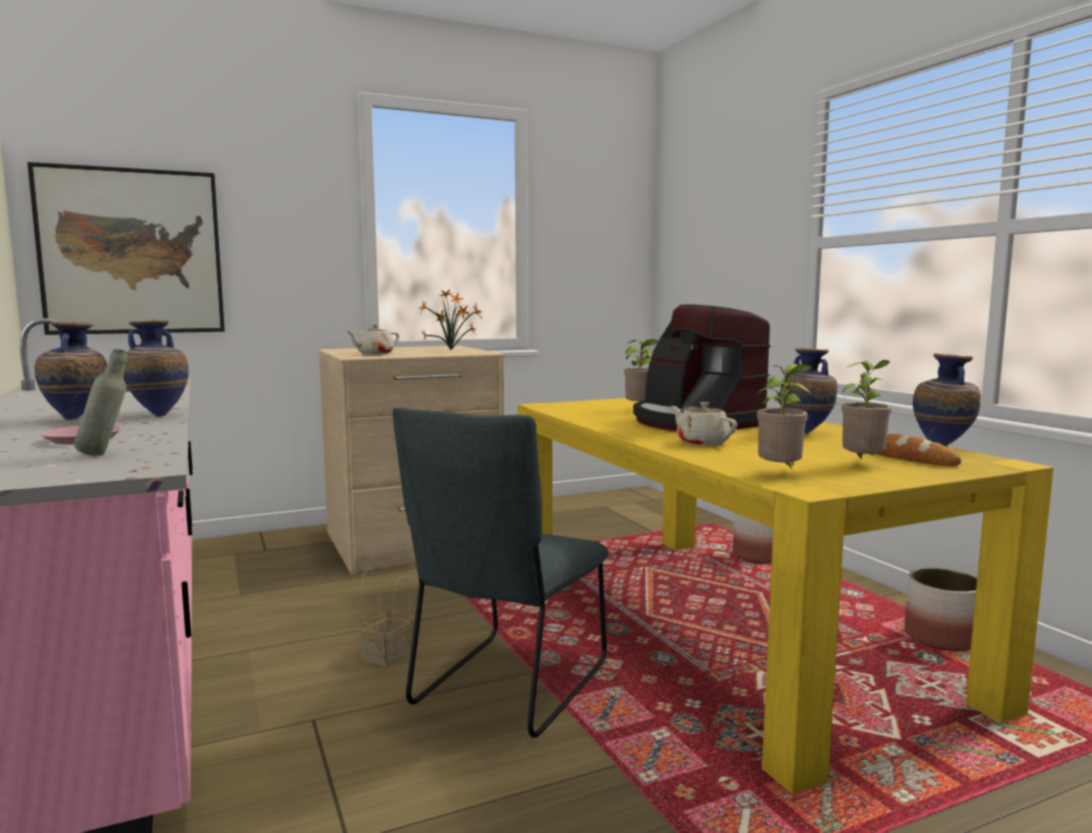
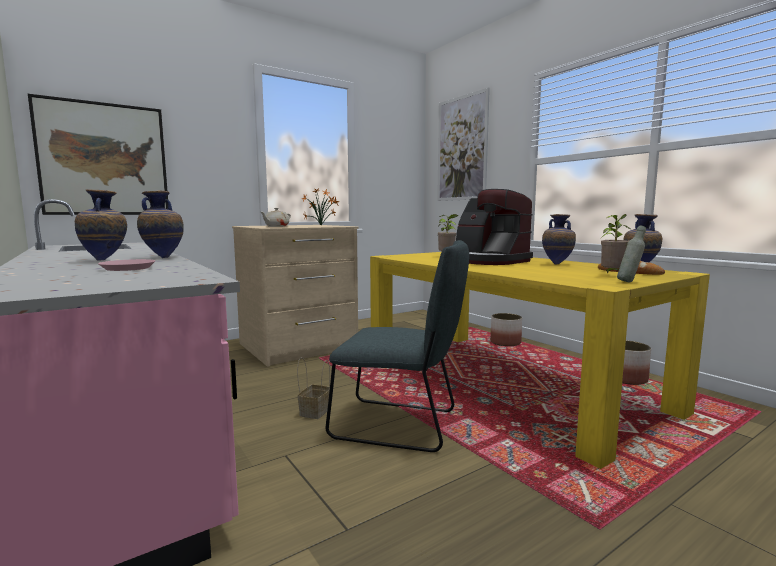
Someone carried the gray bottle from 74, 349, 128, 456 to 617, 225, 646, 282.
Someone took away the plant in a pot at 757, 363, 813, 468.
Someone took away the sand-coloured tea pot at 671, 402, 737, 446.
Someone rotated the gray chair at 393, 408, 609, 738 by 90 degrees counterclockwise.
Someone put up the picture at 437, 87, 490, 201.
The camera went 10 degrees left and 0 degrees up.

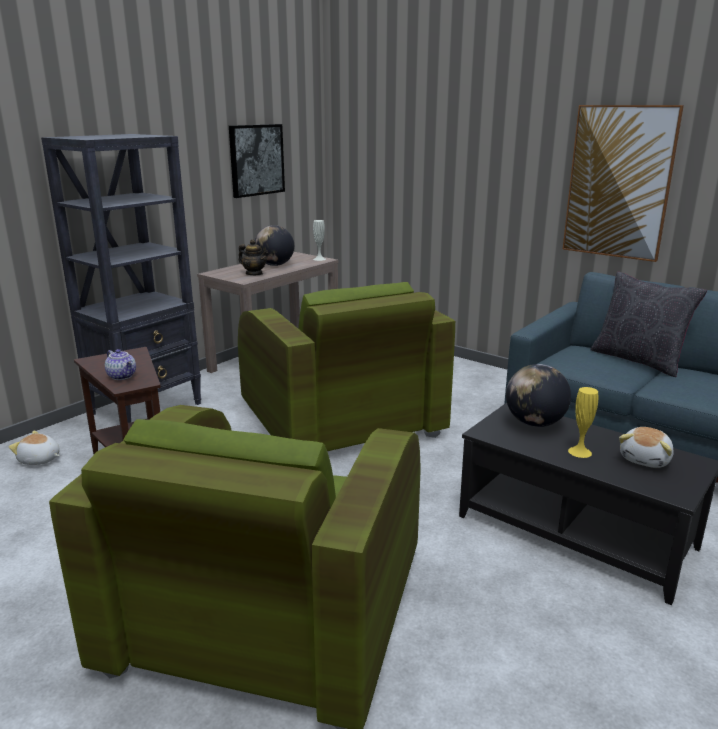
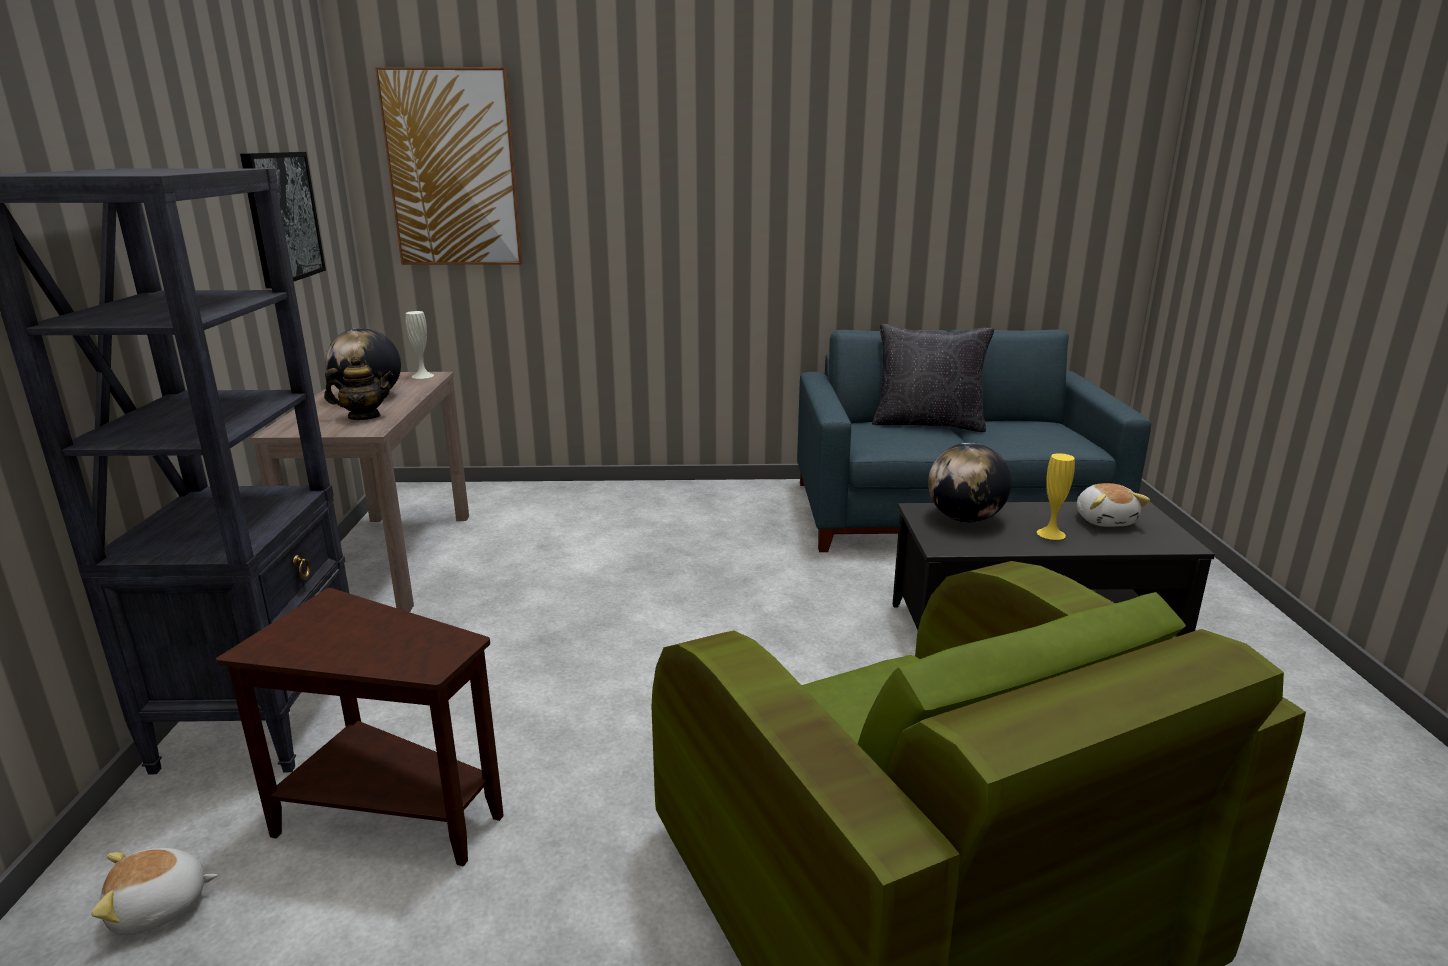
Someone carried the picture from 563, 105, 684, 262 to 375, 67, 522, 265.
Someone took away the green-coloured lounge chair at 238, 282, 455, 451.
Someone took away the tea pot at 105, 349, 136, 380.
The camera went 40 degrees left and 0 degrees up.

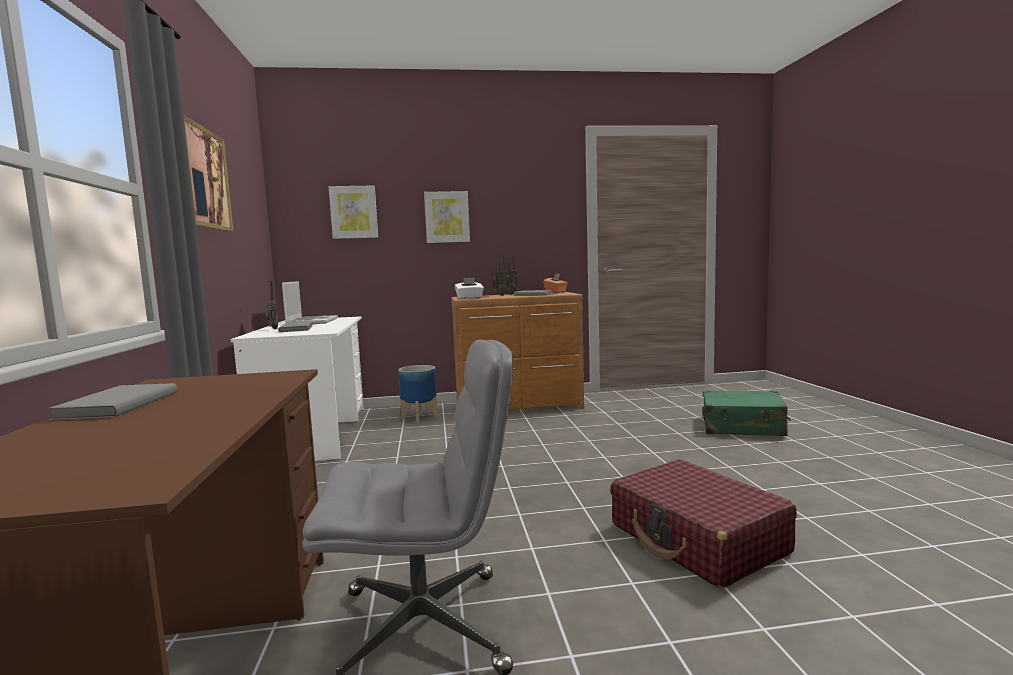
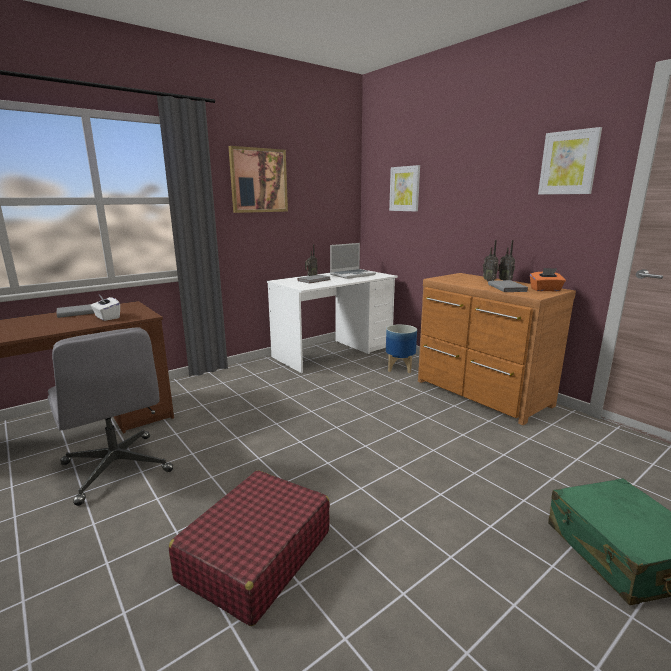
Someone carried the picture from 424, 191, 470, 243 to 538, 127, 602, 195.
Someone carried the white box of tissues from 455, 277, 484, 299 to 91, 295, 120, 321.
The camera went 60 degrees right and 10 degrees up.

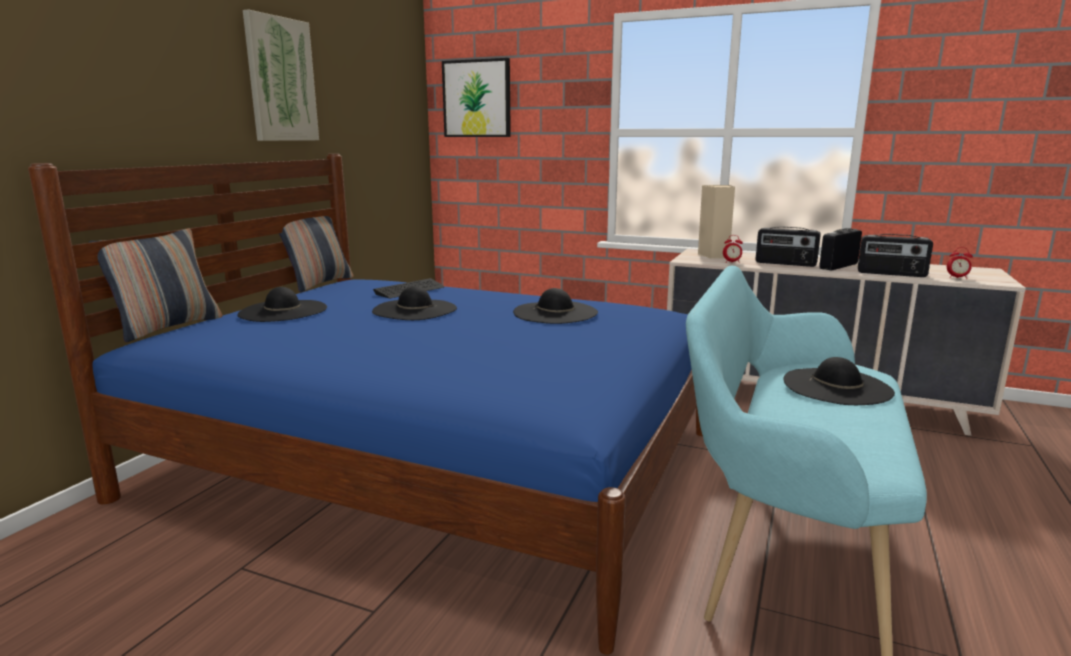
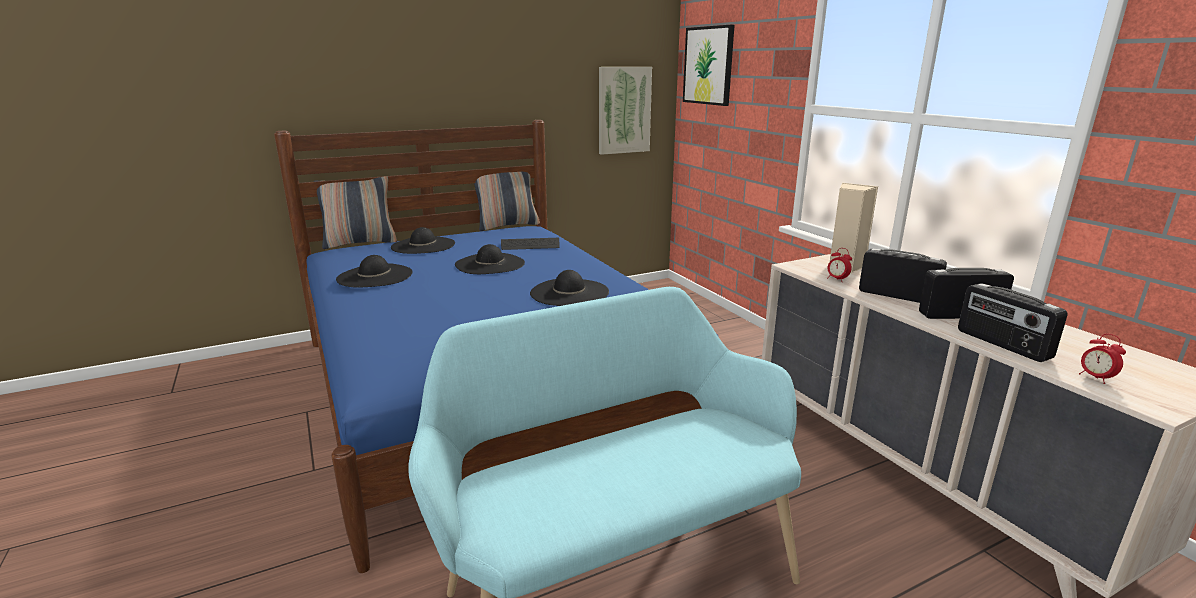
Someone carried the picture from 243, 9, 319, 141 to 599, 67, 652, 155.
Someone rotated the radio set at 756, 227, 821, 267 by 150 degrees clockwise.
Someone carried the black clothing hat from 783, 357, 895, 405 to 336, 255, 413, 288.
The camera went 40 degrees right and 5 degrees up.

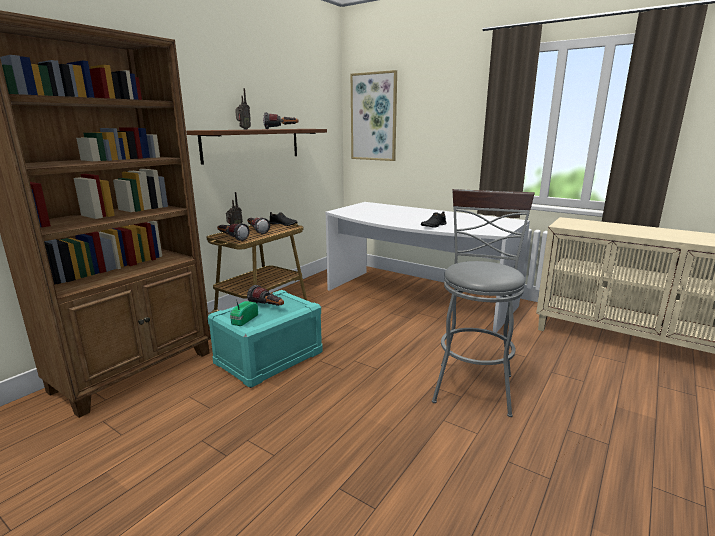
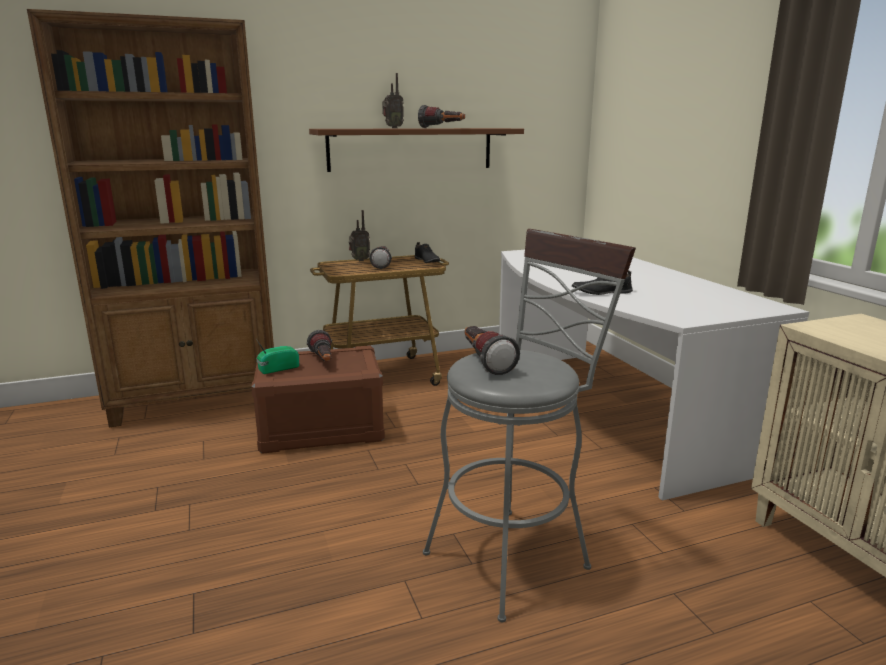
Someone took away the picture at 351, 70, 397, 161.
Someone carried the torch from 217, 223, 250, 241 to 465, 326, 520, 375.
Someone repainted the blue-green storage container at 208, 290, 323, 388, which became the brown-coloured storage container at 251, 346, 385, 454.
The camera went 35 degrees right and 0 degrees up.

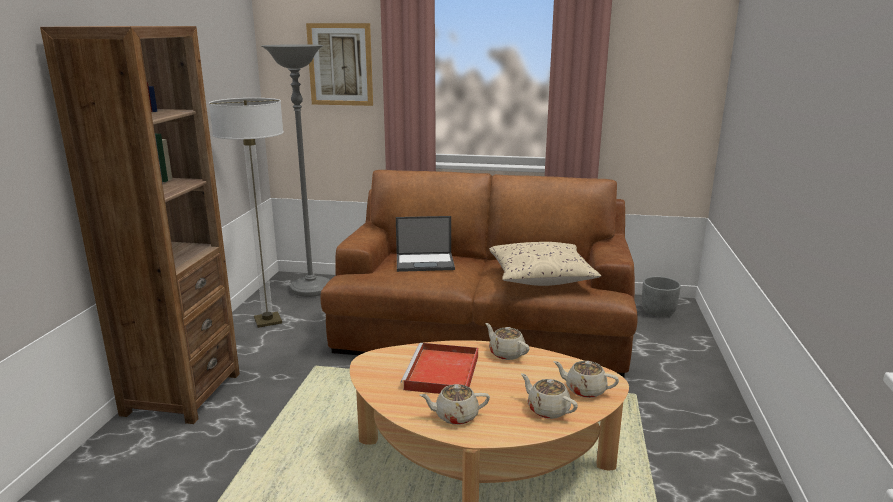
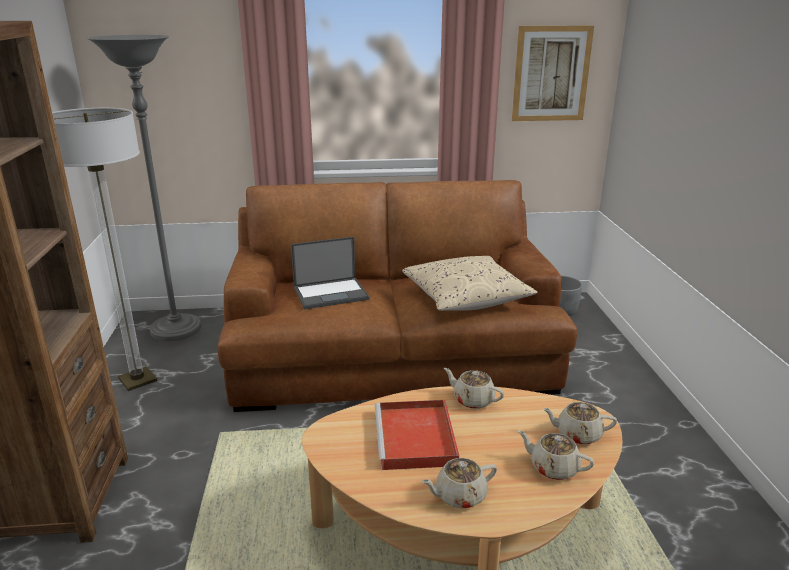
Someone carried the picture from 306, 23, 373, 106 to 512, 26, 594, 121.
The camera went 15 degrees left and 5 degrees up.

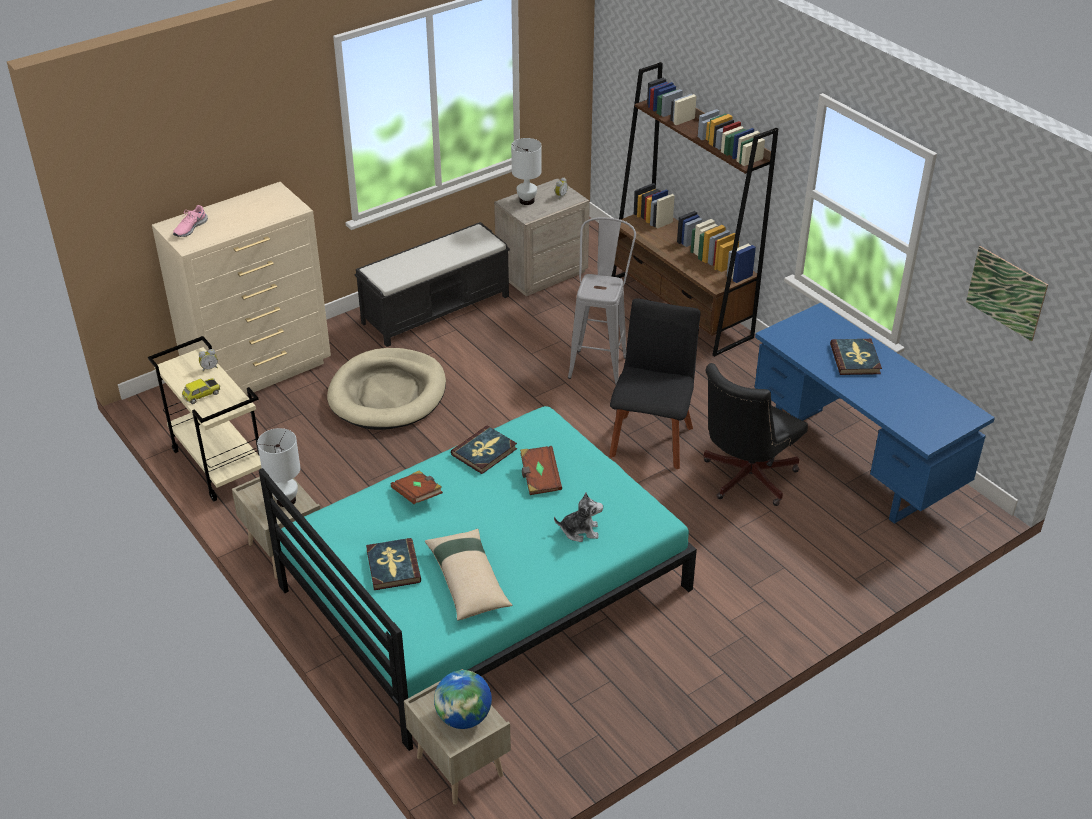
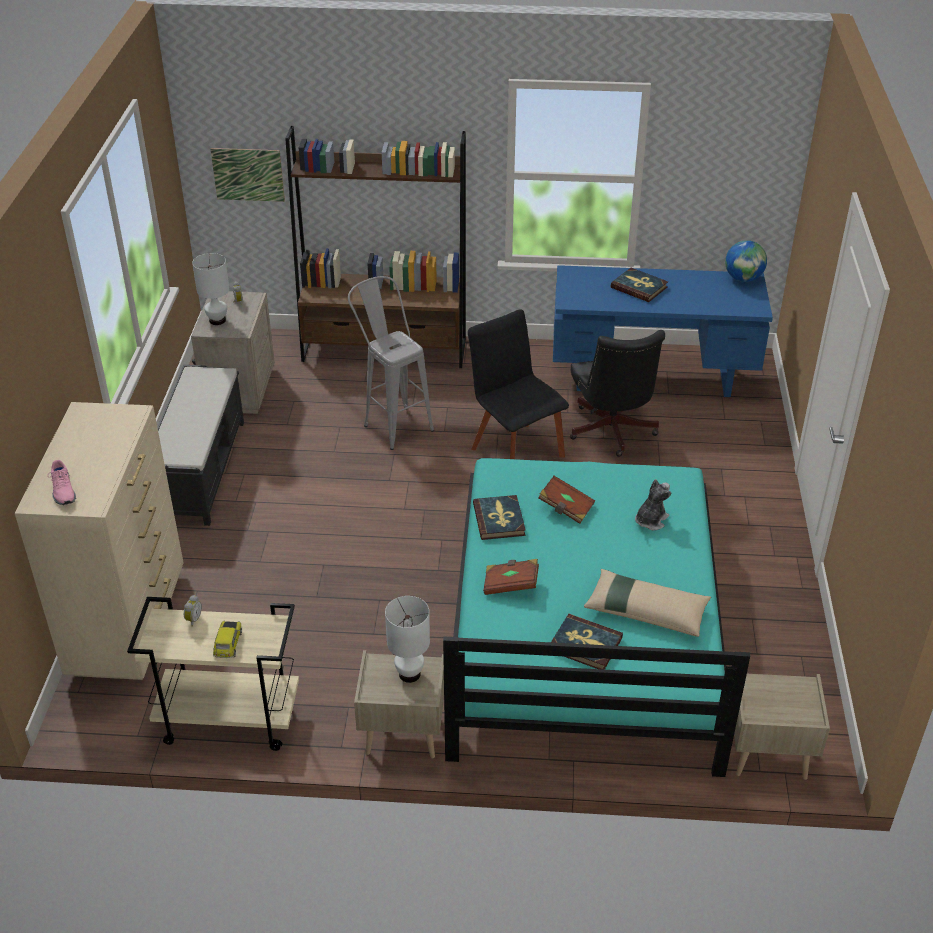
Someone carried the picture from 966, 246, 1048, 341 to 210, 148, 285, 202.
Someone took away the sand-coloured dog cushion at 327, 348, 446, 430.
Someone carried the world globe from 434, 670, 492, 729 to 725, 240, 767, 282.
The camera went 50 degrees left and 0 degrees up.

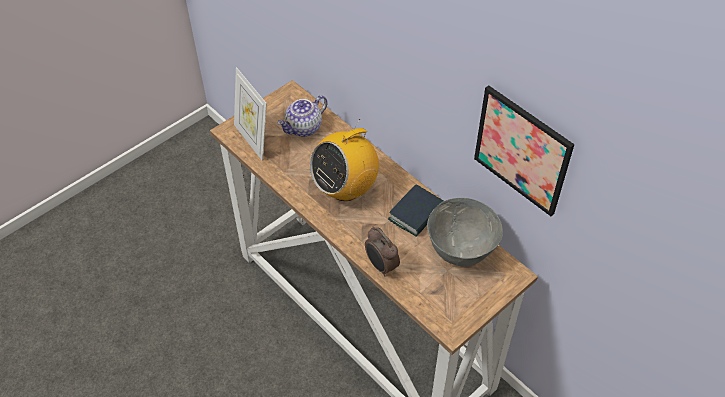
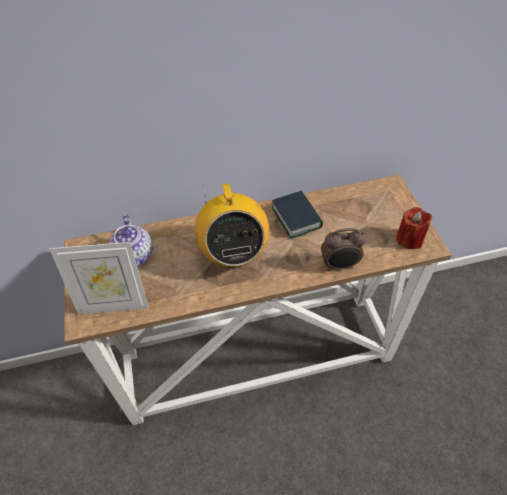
Someone took away the picture at 474, 85, 574, 216.
Someone took away the gray bowl at 427, 198, 503, 266.
Someone put down the reddish wax light at 396, 207, 432, 249.
The camera went 60 degrees left and 0 degrees up.

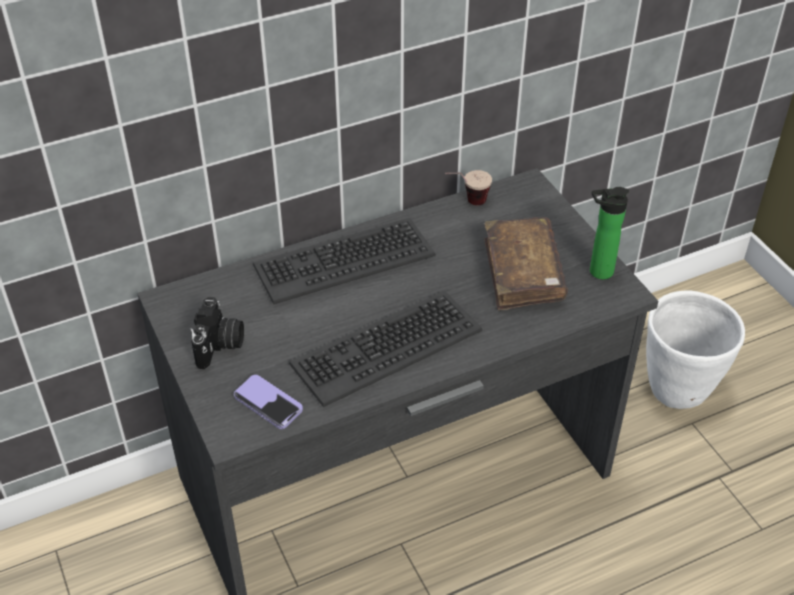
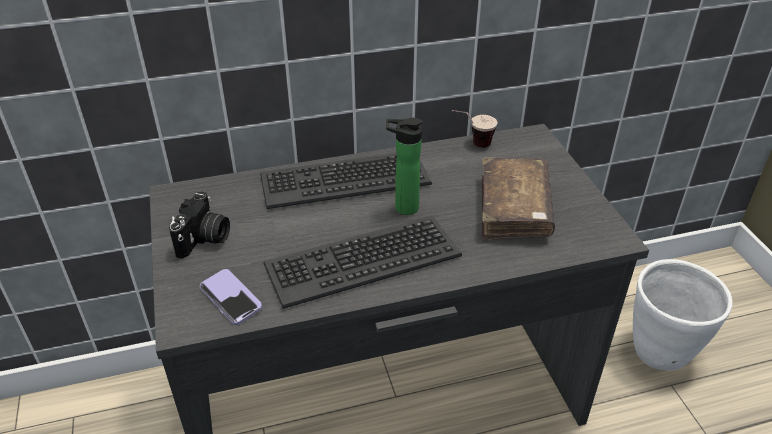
Someone carried the bottle from 590, 187, 629, 280 to 386, 117, 423, 215.
The camera went 10 degrees right and 5 degrees down.

